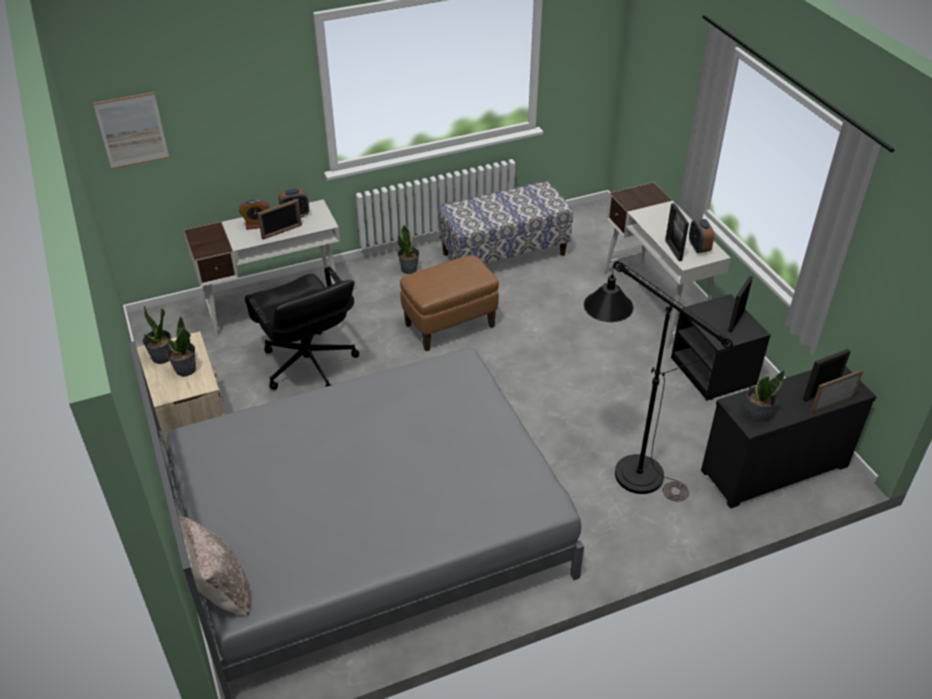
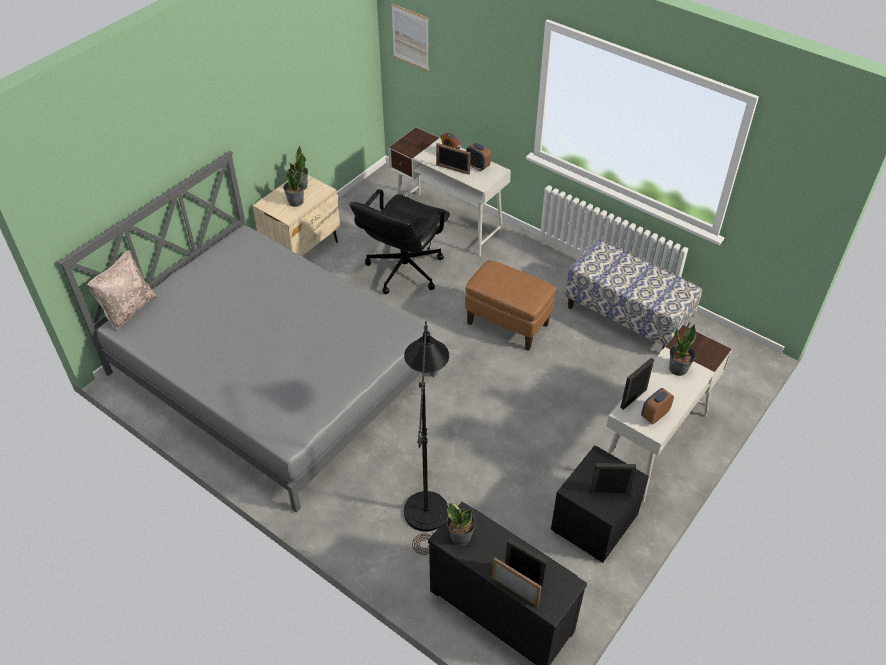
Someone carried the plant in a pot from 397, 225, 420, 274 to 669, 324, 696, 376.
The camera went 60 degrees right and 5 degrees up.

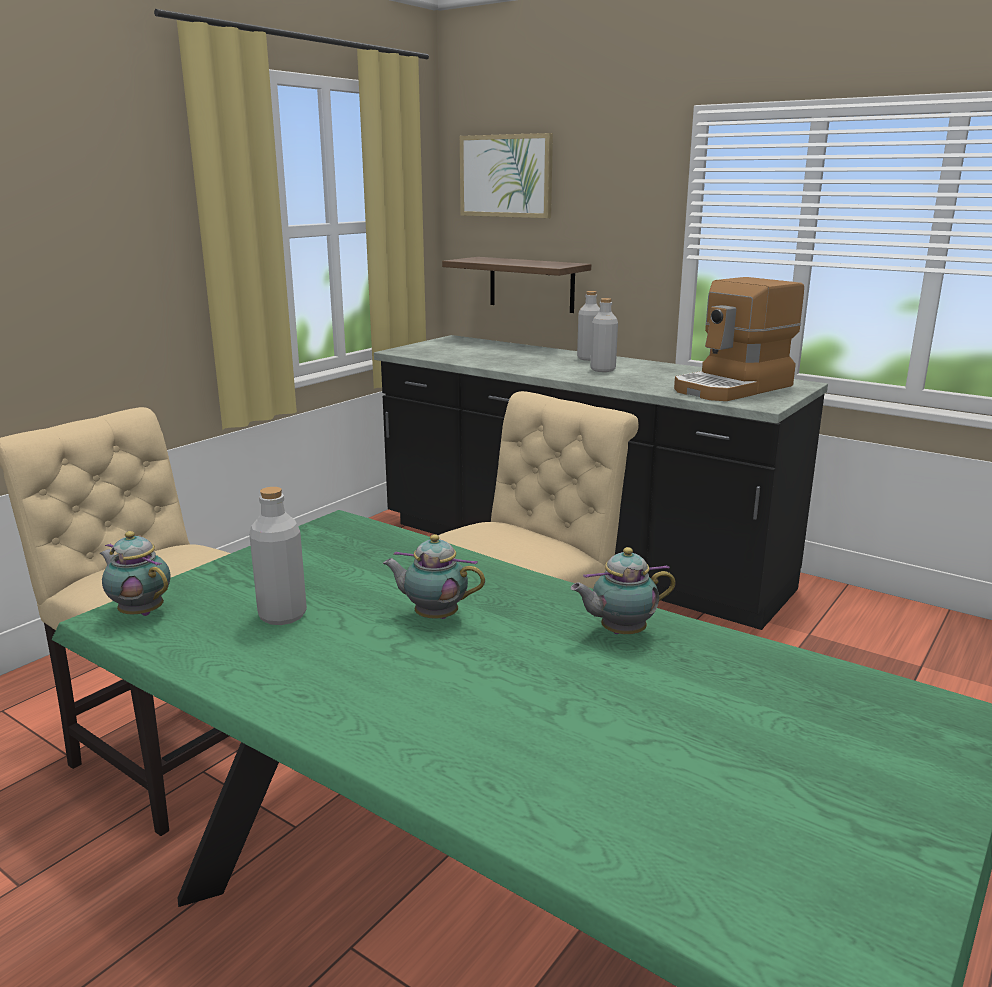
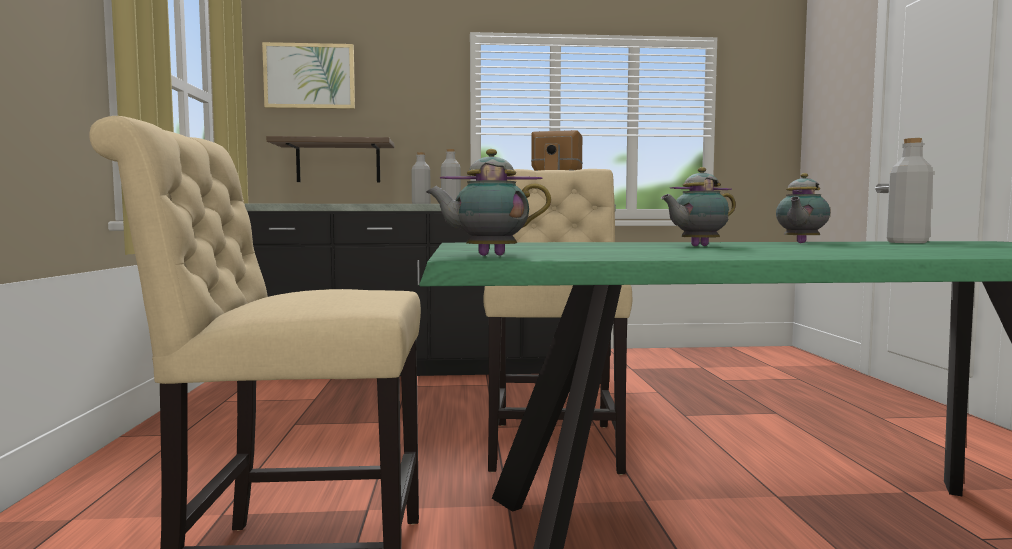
Someone carried the gray bottle from 249, 487, 307, 625 to 886, 138, 933, 243.
The camera went 40 degrees left and 15 degrees down.

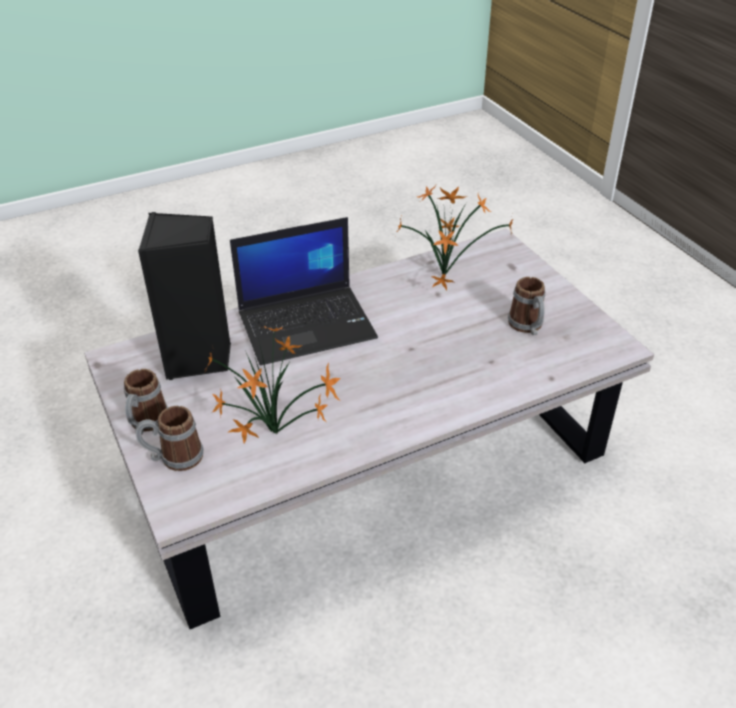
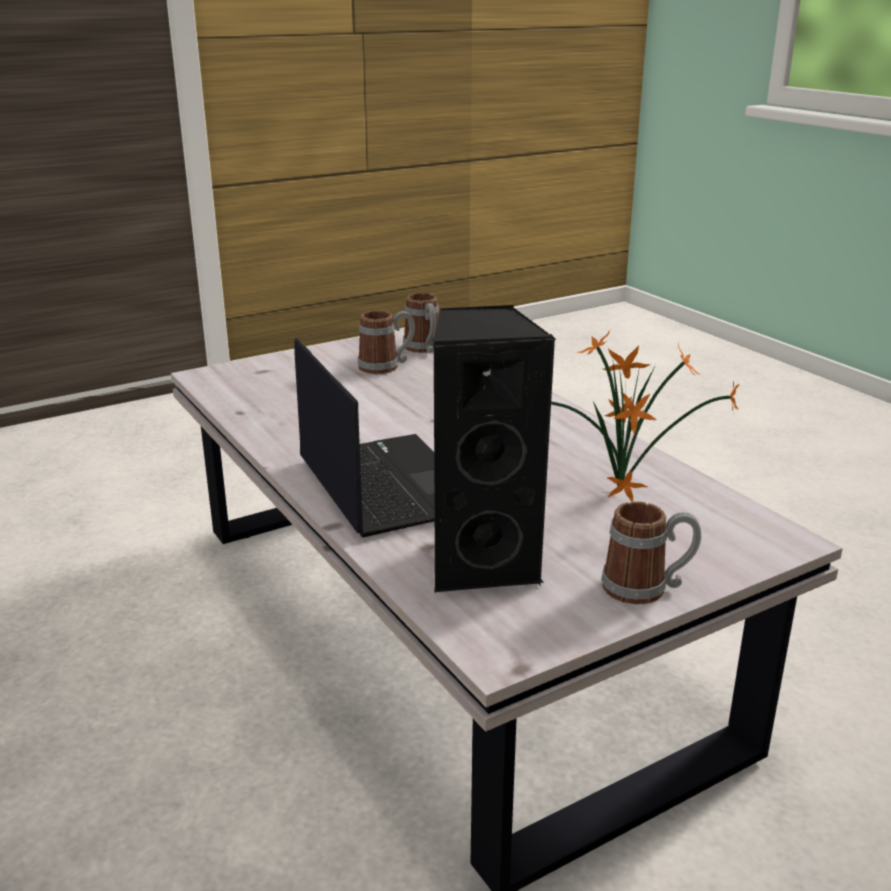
Someone took away the plant in a pot at 396, 185, 514, 290.
Someone carried the mug from 136, 406, 204, 471 to 403, 293, 439, 353.
The camera went 95 degrees left and 15 degrees down.

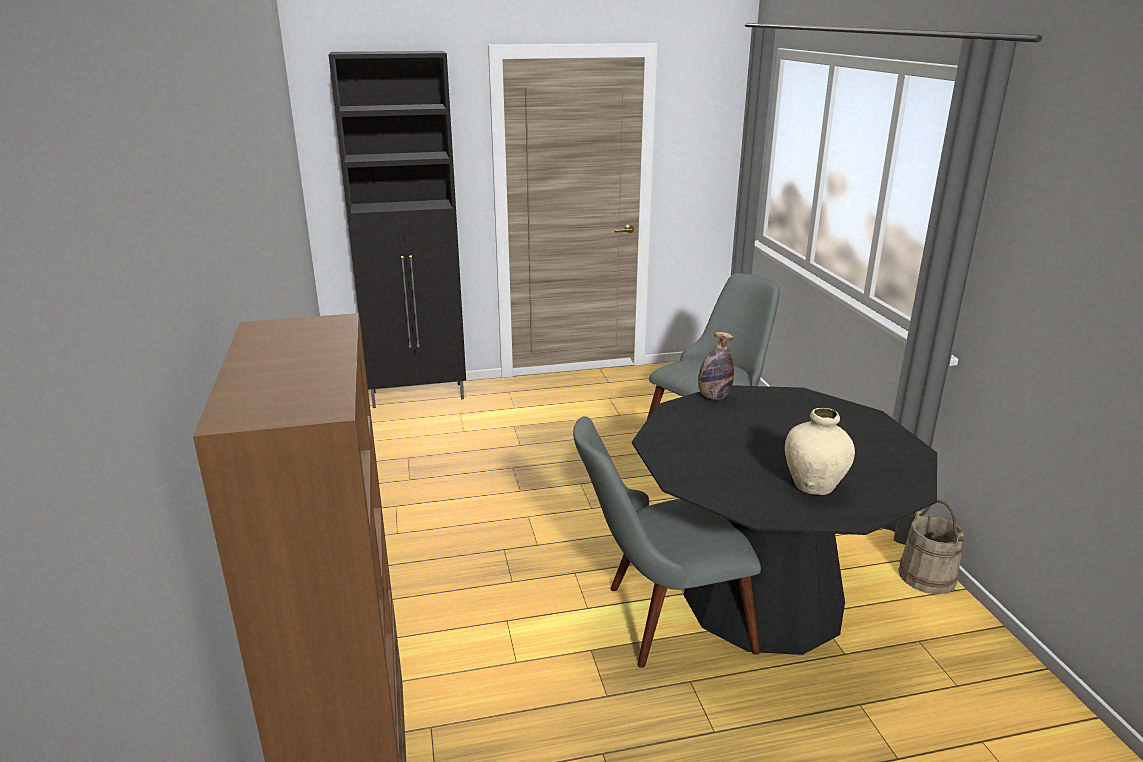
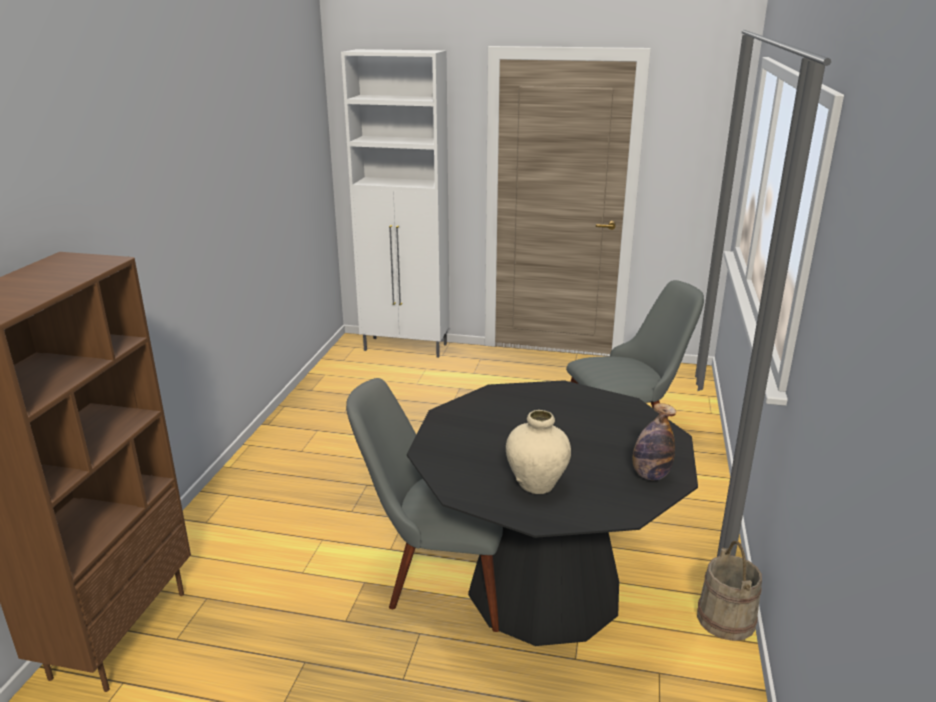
Someone repainted the black cabinet at 328, 51, 466, 408, which became the white cabinet at 341, 49, 450, 358.
Someone carried the bottle from 698, 332, 734, 400 to 632, 403, 676, 480.
The camera went 25 degrees right and 0 degrees up.

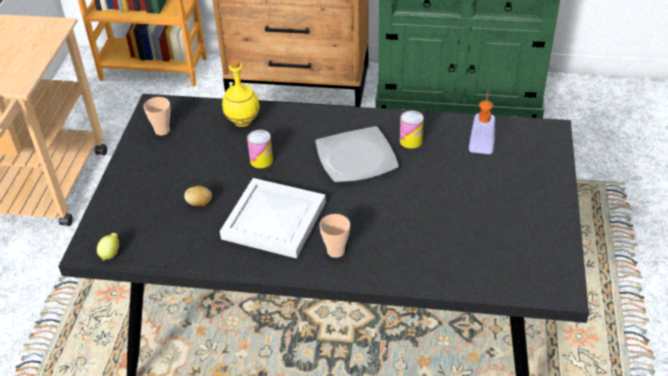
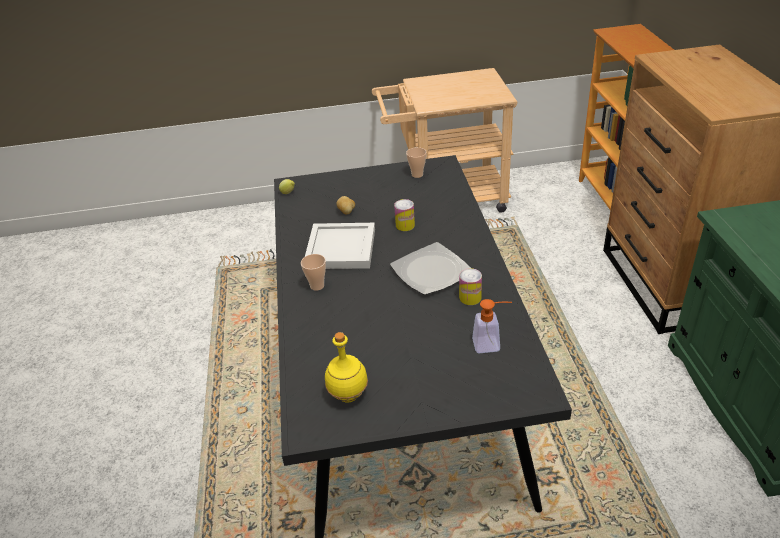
Someone carried the yellow-coloured bottle from 222, 60, 260, 127 to 325, 332, 368, 403.
The camera went 75 degrees right and 5 degrees down.

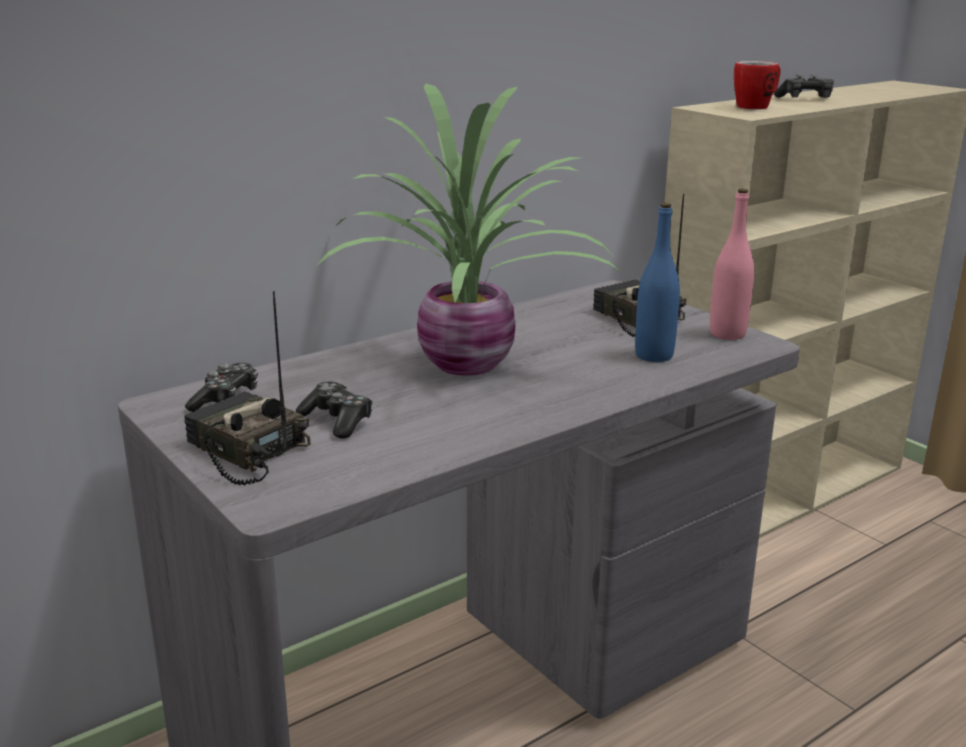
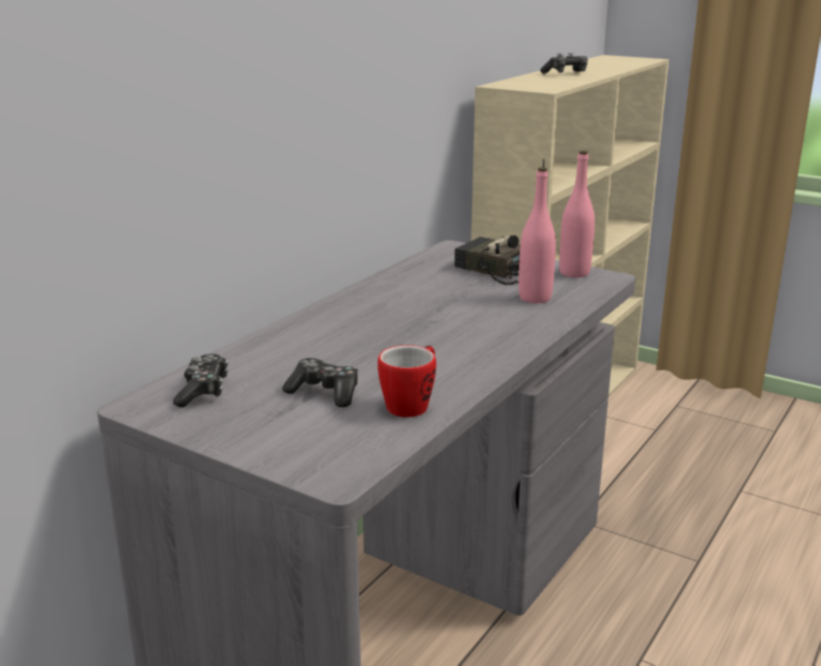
Someone carried the mug from 734, 61, 781, 110 to 378, 345, 436, 417.
Someone took away the plant in a pot at 317, 84, 620, 376.
Someone repainted the blue-coloured bottle at 635, 203, 680, 362, which became the pinkish bottle at 519, 167, 556, 303.
Someone took away the radio set at 184, 291, 311, 485.
The camera went 20 degrees left and 0 degrees up.

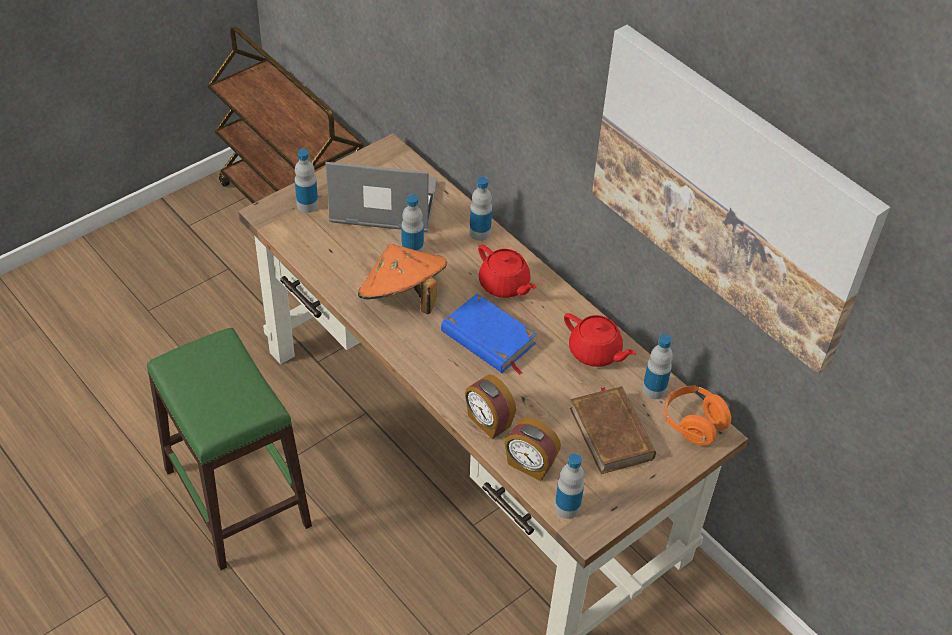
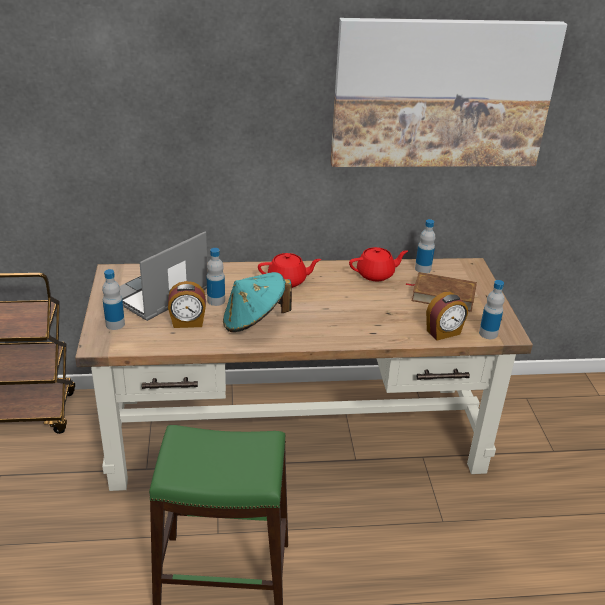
Someone took away the bottle at 469, 177, 492, 241.
Someone repainted the orangey clothing hat at 358, 244, 447, 314, which became the blue-green clothing hat at 223, 272, 292, 332.
Someone took away the blue-coloured book at 441, 294, 537, 375.
Someone carried the alarm clock from 465, 374, 516, 439 to 168, 281, 206, 328.
Someone took away the orangey pair of headphones at 664, 385, 732, 446.
The camera went 55 degrees left and 15 degrees down.

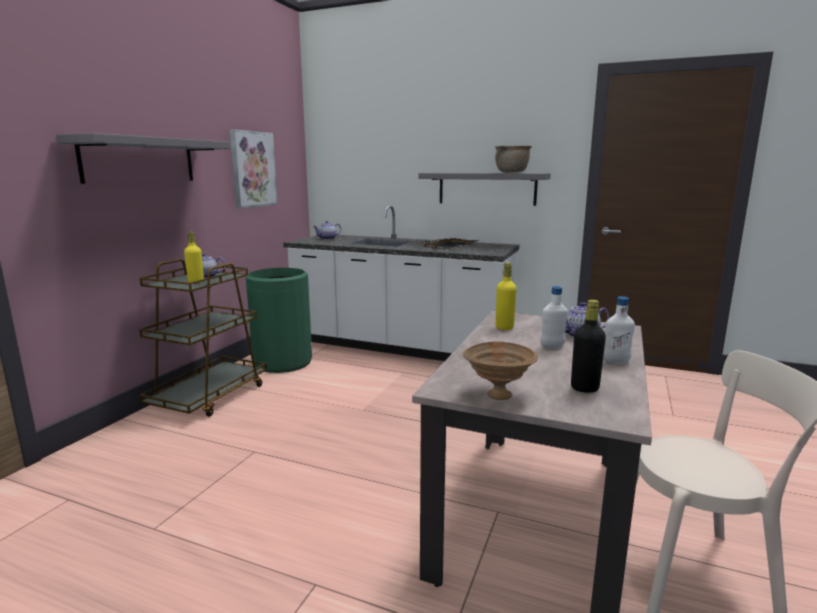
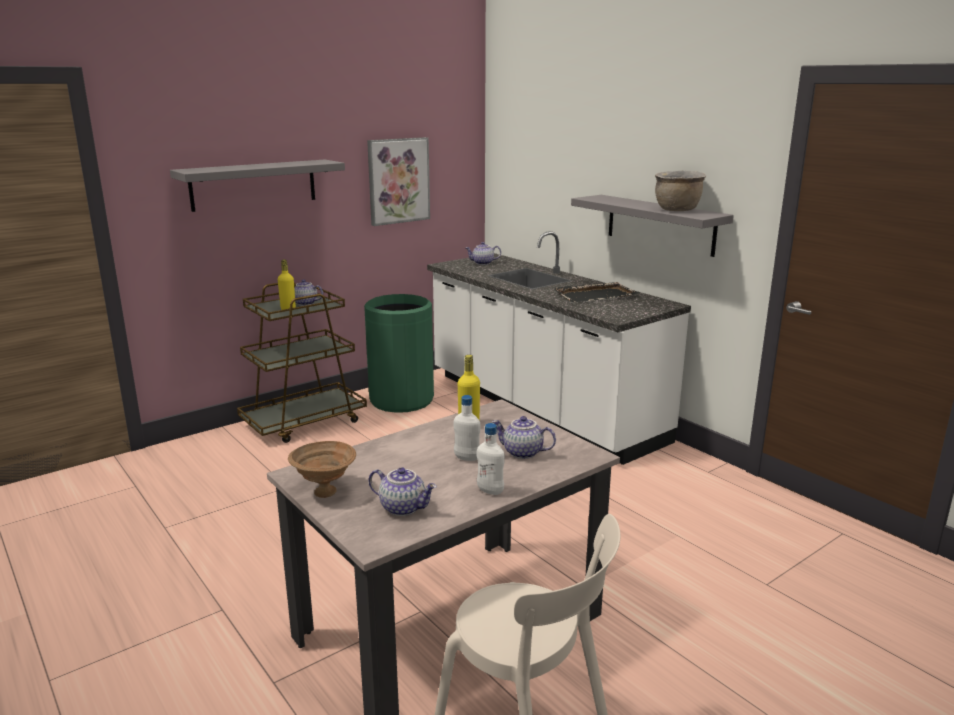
Someone swapped the black bottle at 571, 300, 606, 393 for the tea pot at 368, 467, 437, 516.
The camera went 30 degrees right and 5 degrees up.

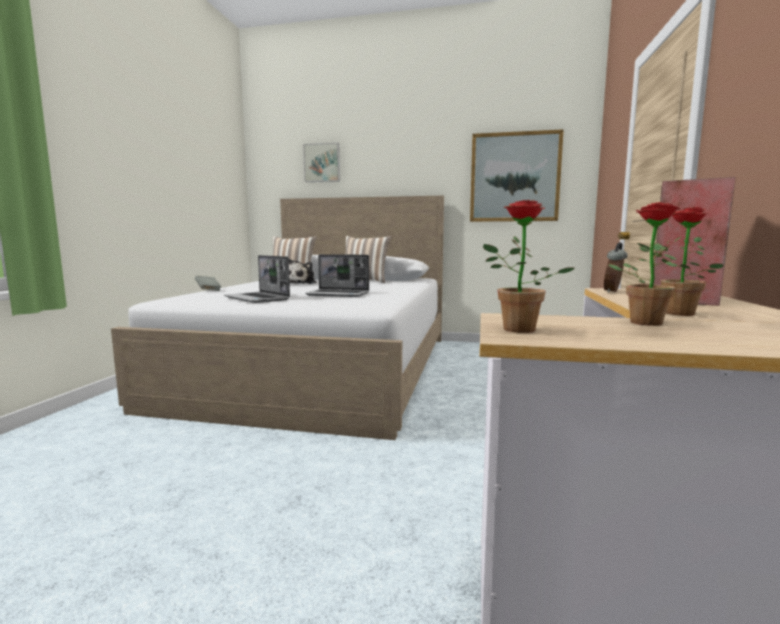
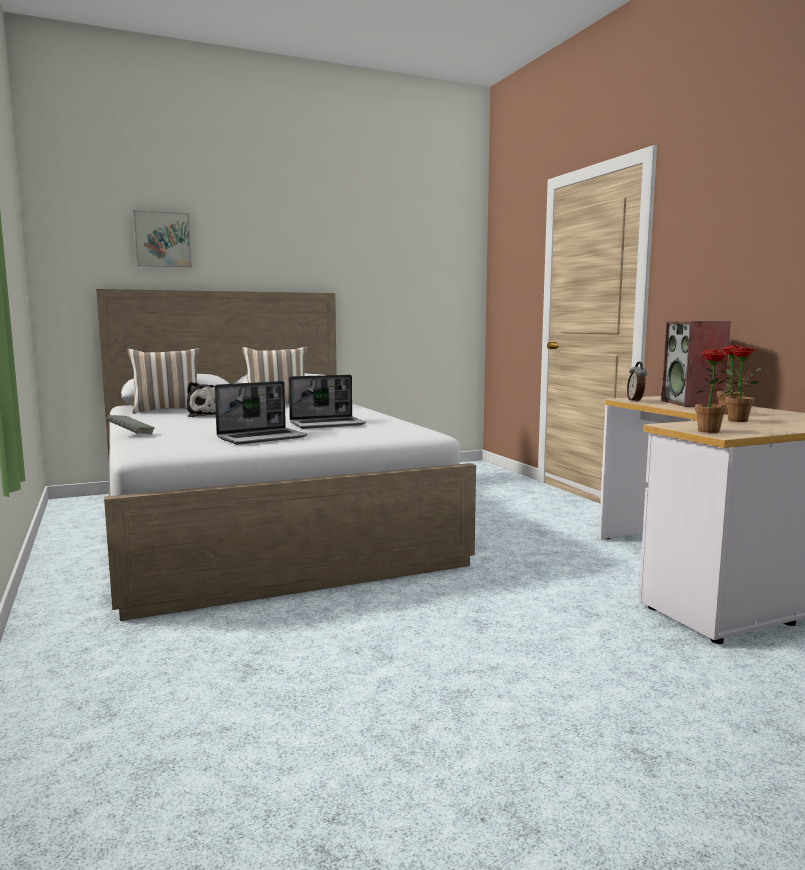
Someone took away the picture at 470, 129, 564, 222.
Someone rotated the laptop at 224, 255, 290, 303 by 45 degrees counterclockwise.
The camera went 35 degrees left and 0 degrees up.

